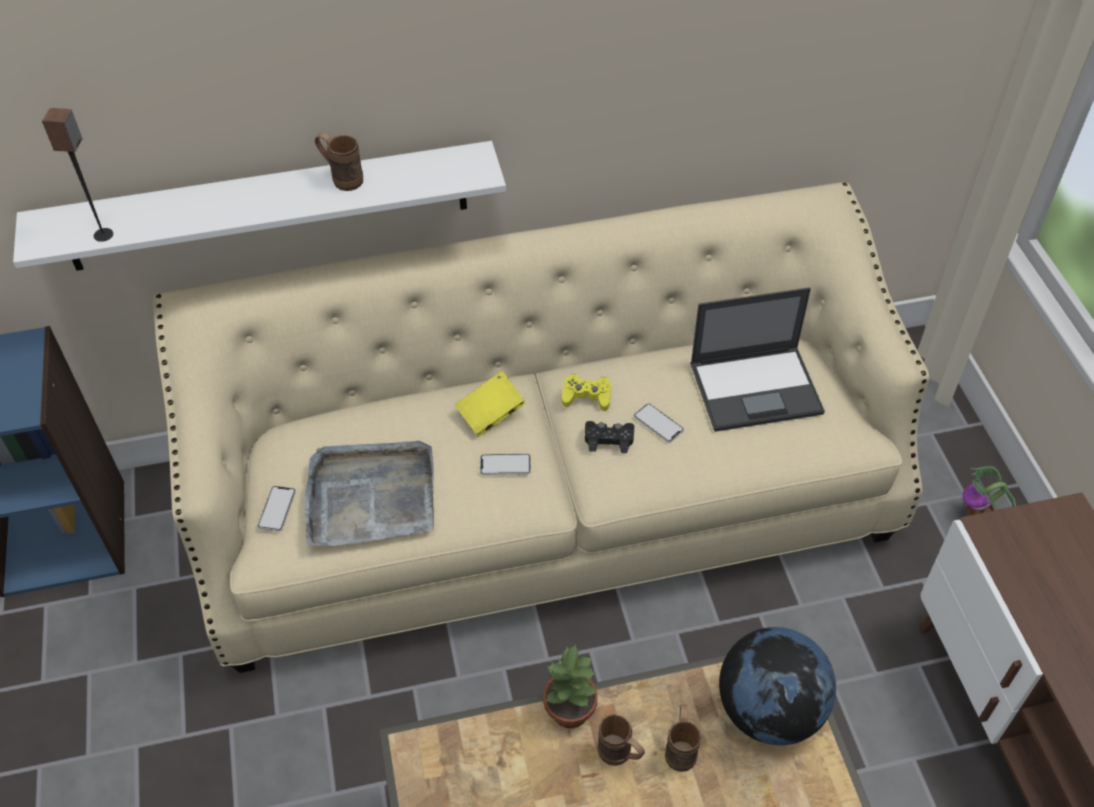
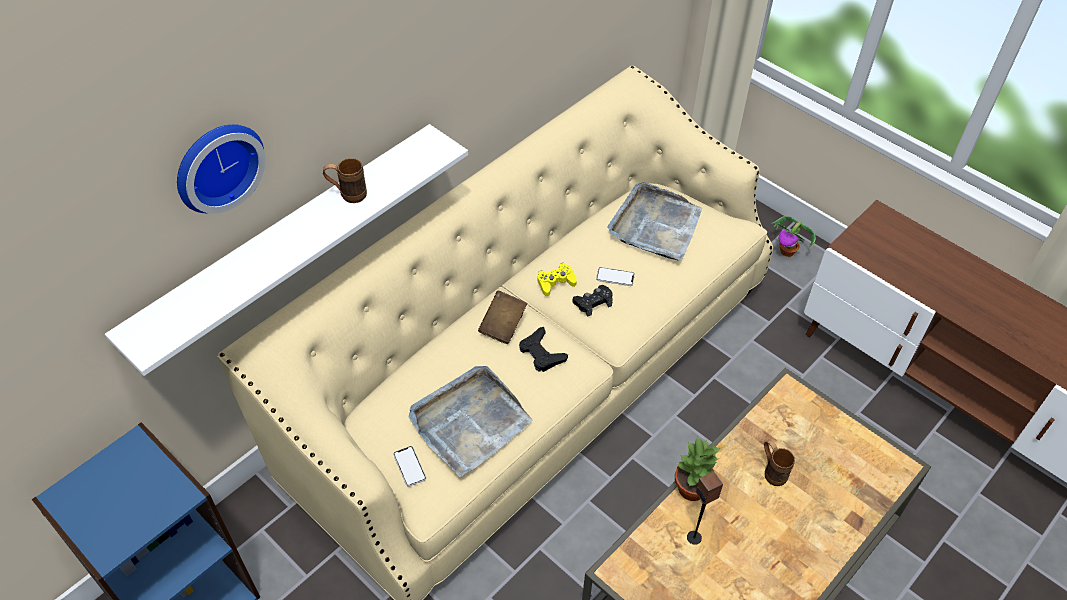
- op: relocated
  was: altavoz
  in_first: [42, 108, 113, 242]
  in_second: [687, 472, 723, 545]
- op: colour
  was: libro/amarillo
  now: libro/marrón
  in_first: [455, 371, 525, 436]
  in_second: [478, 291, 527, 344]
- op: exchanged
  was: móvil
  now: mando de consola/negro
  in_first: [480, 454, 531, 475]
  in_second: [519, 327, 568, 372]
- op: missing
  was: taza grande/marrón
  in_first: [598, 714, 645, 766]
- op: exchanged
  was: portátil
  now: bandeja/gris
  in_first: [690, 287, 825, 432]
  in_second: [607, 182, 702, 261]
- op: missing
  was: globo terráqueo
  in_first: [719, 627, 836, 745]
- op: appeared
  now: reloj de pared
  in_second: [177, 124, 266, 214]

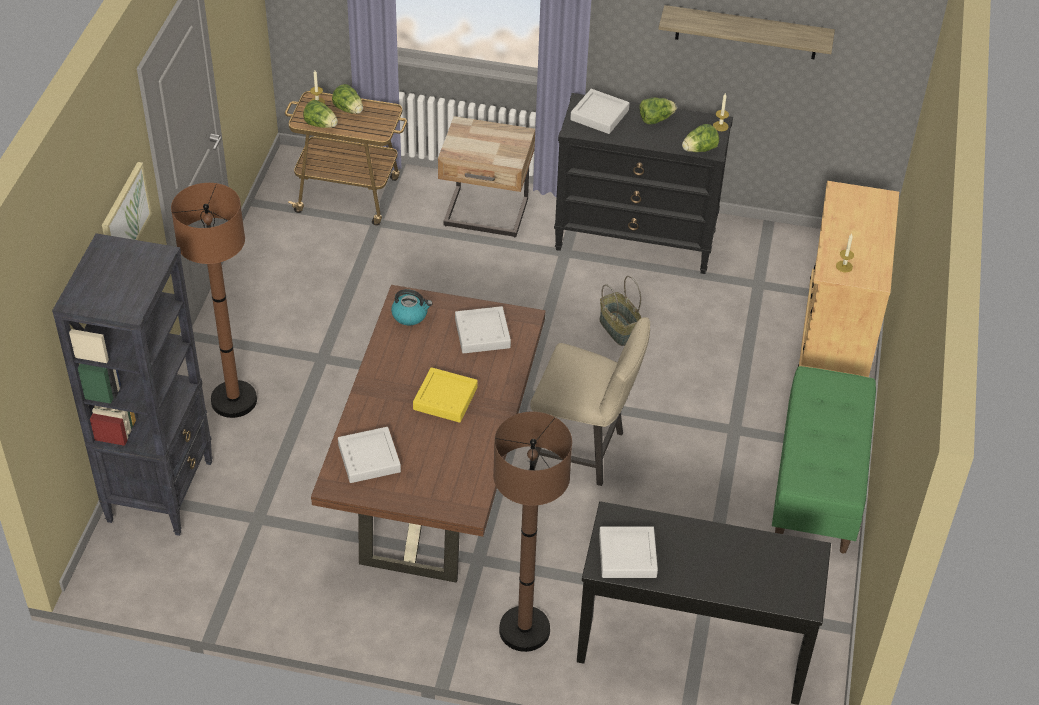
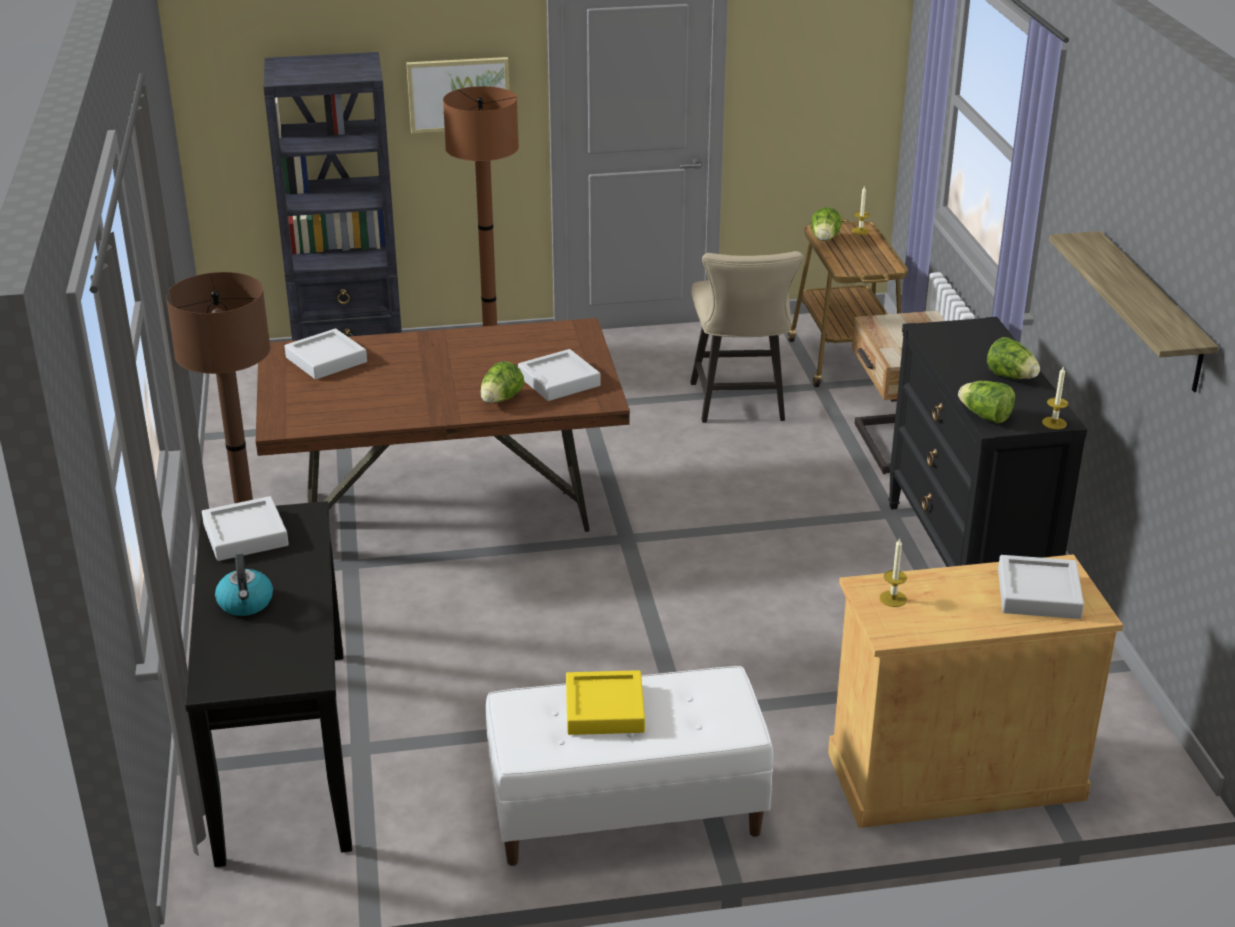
- op: relocated
  was: lechuga
  in_first: [332, 84, 363, 114]
  in_second: [480, 361, 524, 403]
- op: relocated
  was: hervidor
  in_first: [391, 289, 433, 325]
  in_second: [215, 554, 273, 616]
- op: relocated
  was: bandeja/amarillo
  in_first: [413, 367, 478, 423]
  in_second: [566, 670, 645, 735]
- op: relocated
  was: silla/beis
  in_first: [530, 317, 650, 486]
  in_second: [690, 251, 803, 423]
- op: relocated
  was: bandeja/gris
  in_first: [570, 89, 629, 134]
  in_second: [998, 555, 1084, 619]
- op: missing
  was: cesta
  in_first: [600, 276, 641, 346]
- op: colour
  was: banco/verde
  now: banco/blanco
  in_first: [772, 366, 876, 554]
  in_second: [486, 666, 773, 866]

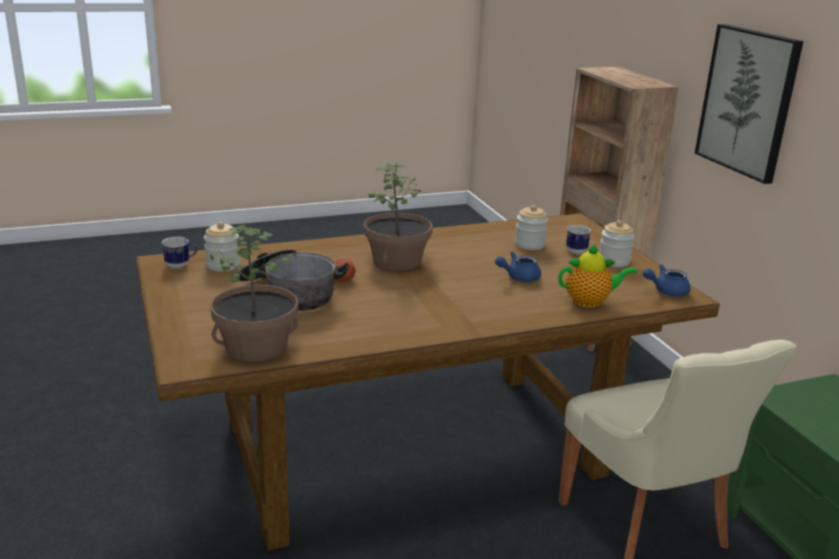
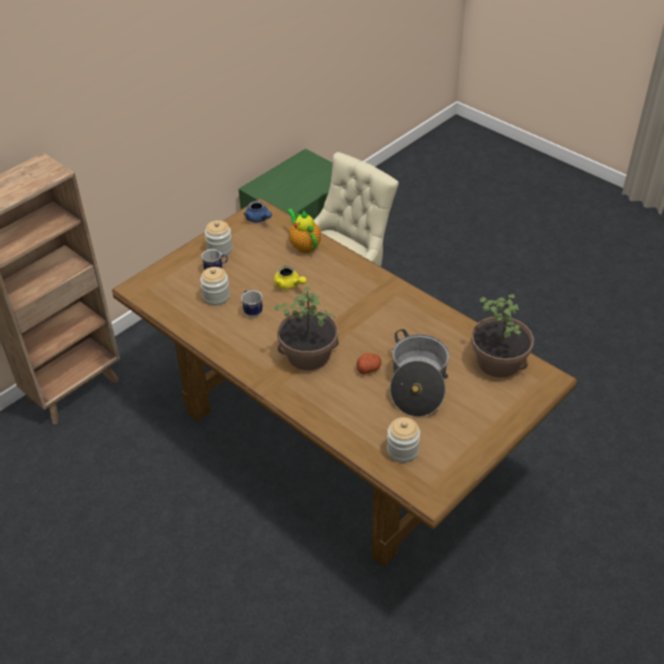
- op: relocated
  was: taza grande
  in_first: [162, 237, 197, 269]
  in_second: [241, 290, 263, 317]
- op: colour
  was: tetera/azul
  now: tetera/amarillo
  in_first: [495, 251, 541, 282]
  in_second: [274, 266, 307, 290]
- op: missing
  was: cuadro
  in_first: [695, 24, 803, 184]

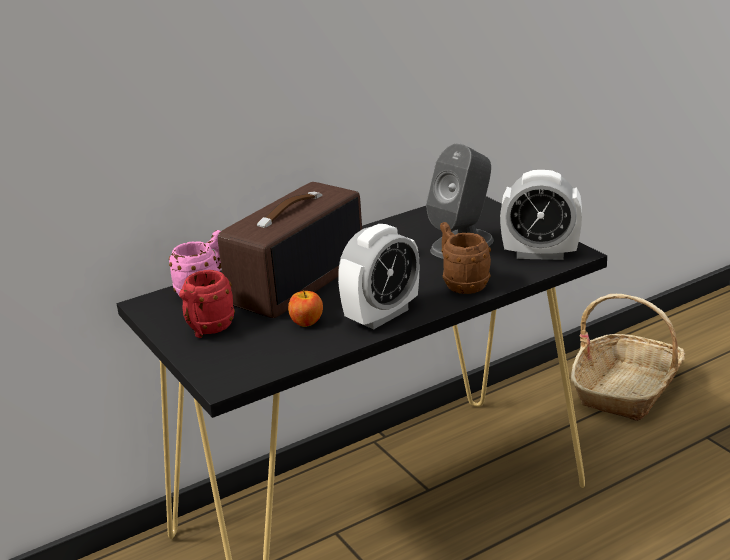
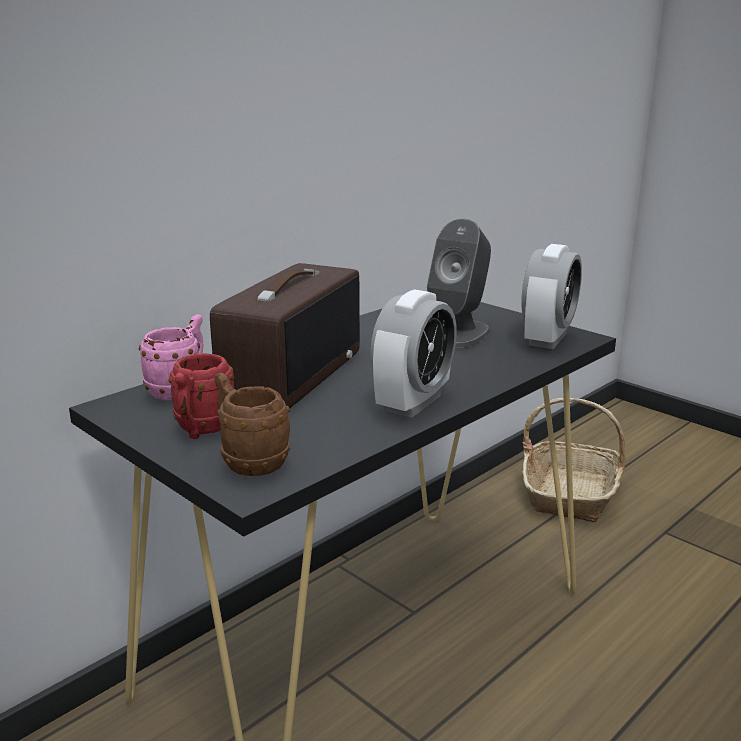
- op: missing
  was: manzana
  in_first: [288, 290, 323, 327]
- op: relocated
  was: taza grande/marrón
  in_first: [440, 222, 491, 294]
  in_second: [214, 373, 290, 476]
- op: spun
  was: despertador
  in_first: [500, 170, 582, 260]
  in_second: [521, 244, 582, 349]
  clockwise: -60

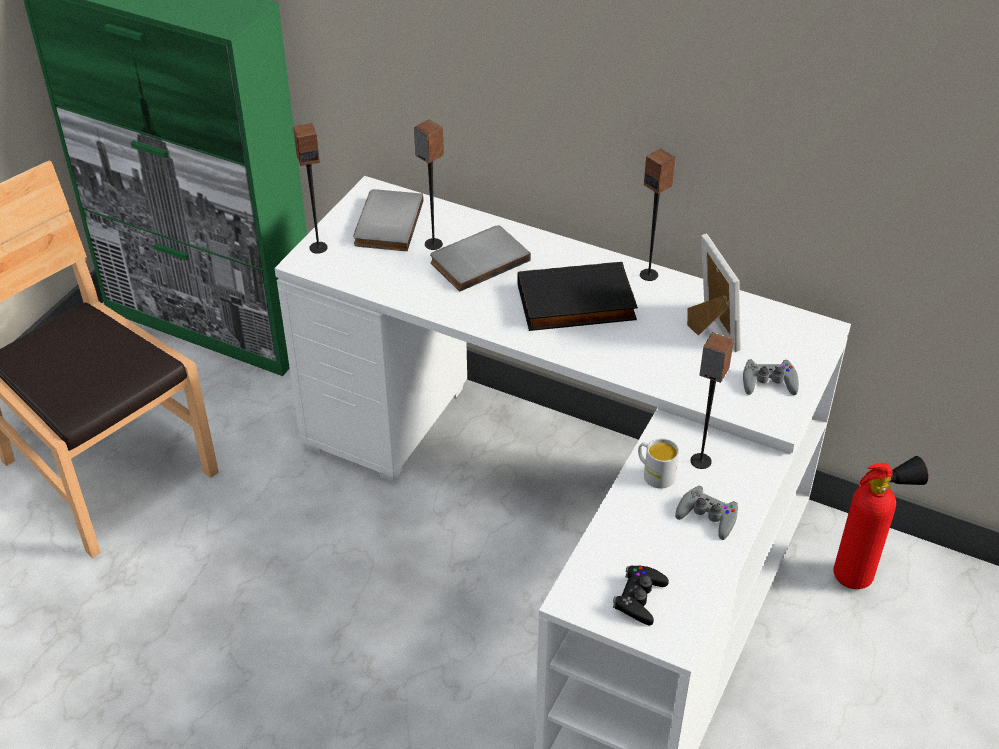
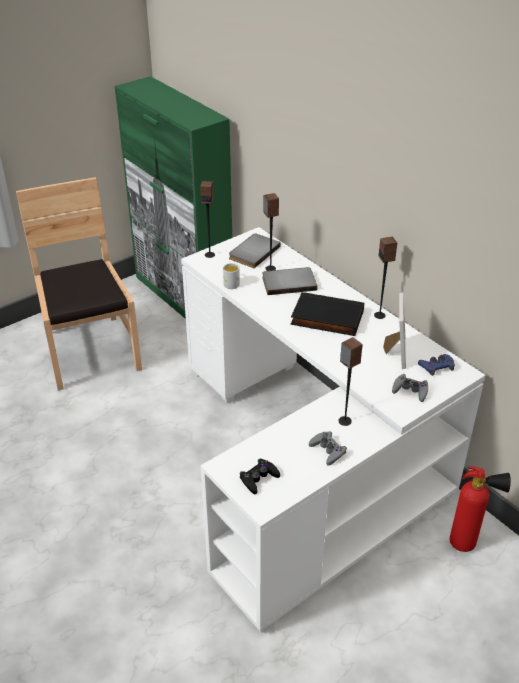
- op: relocated
  was: taza grande/blanco
  in_first: [638, 438, 679, 489]
  in_second: [223, 263, 240, 289]
- op: appeared
  now: mando de consola/azul
  in_second: [418, 354, 455, 376]

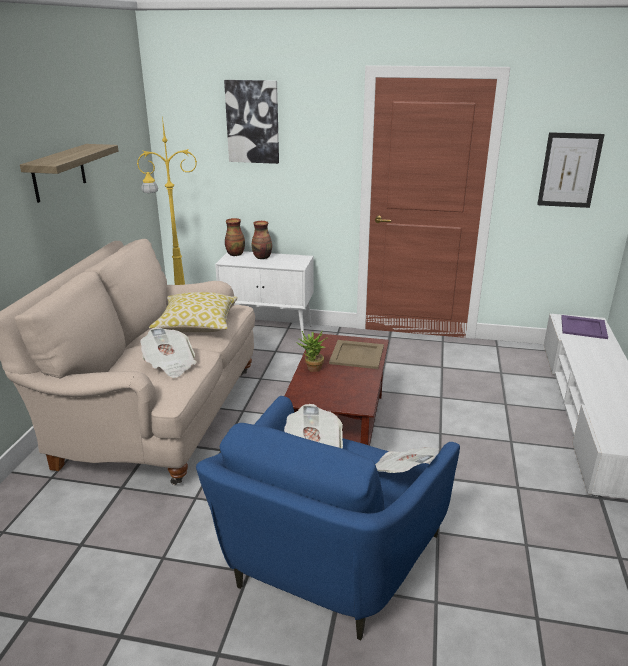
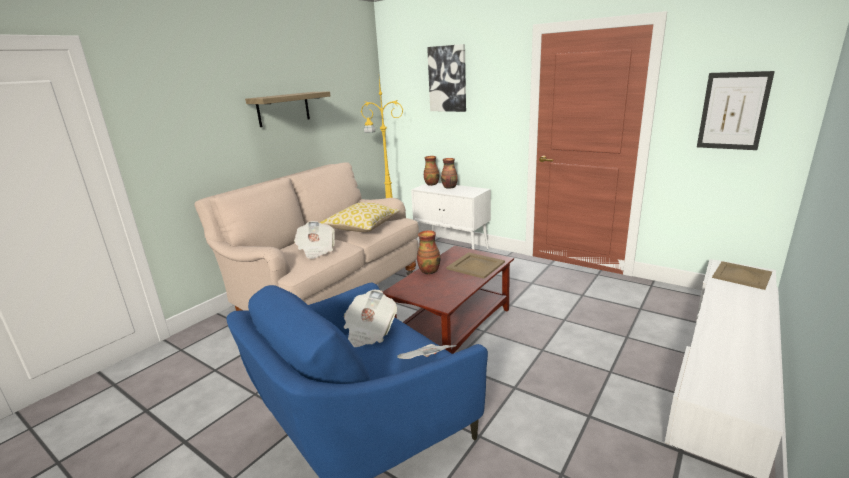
- op: exchanged
  was: planta en maceta
  now: florero
  in_first: [296, 330, 327, 372]
  in_second: [417, 230, 441, 274]
- op: colour
  was: bandeja/morado
  now: bandeja/beis
  in_first: [561, 315, 608, 339]
  in_second: [712, 261, 772, 290]

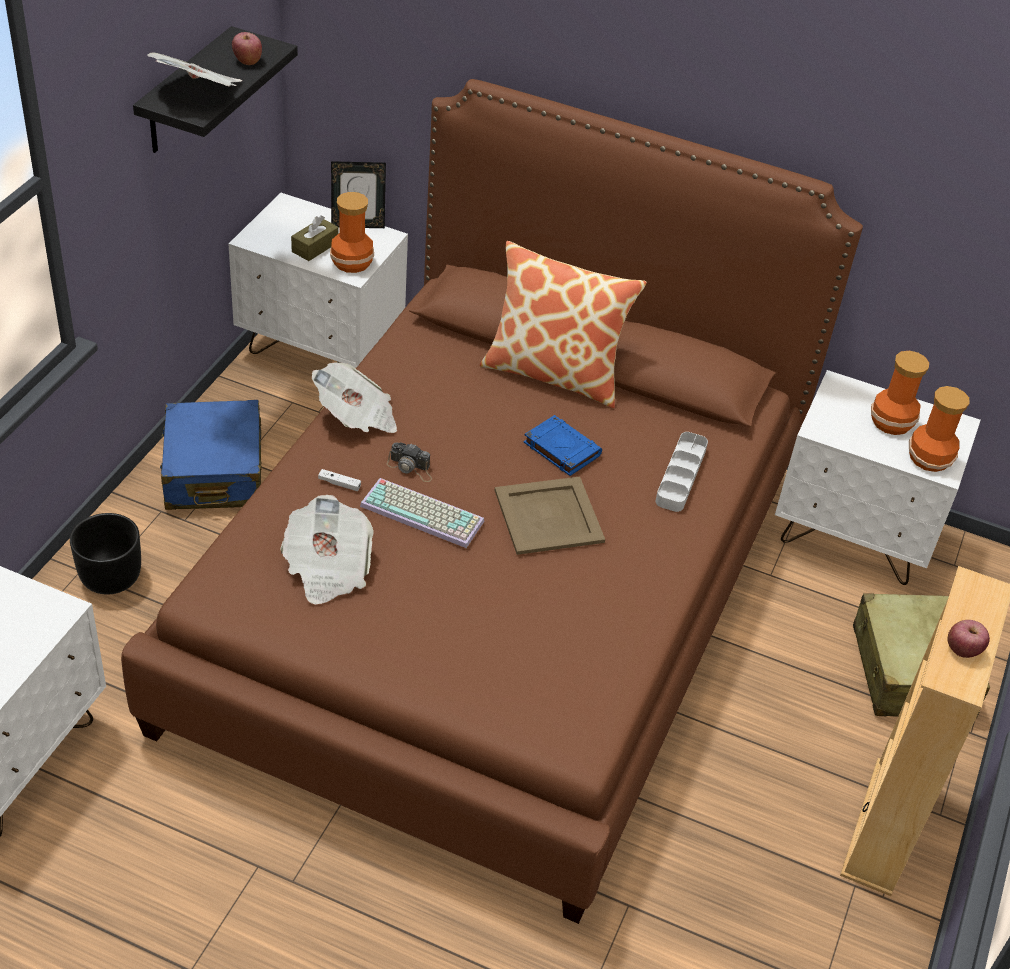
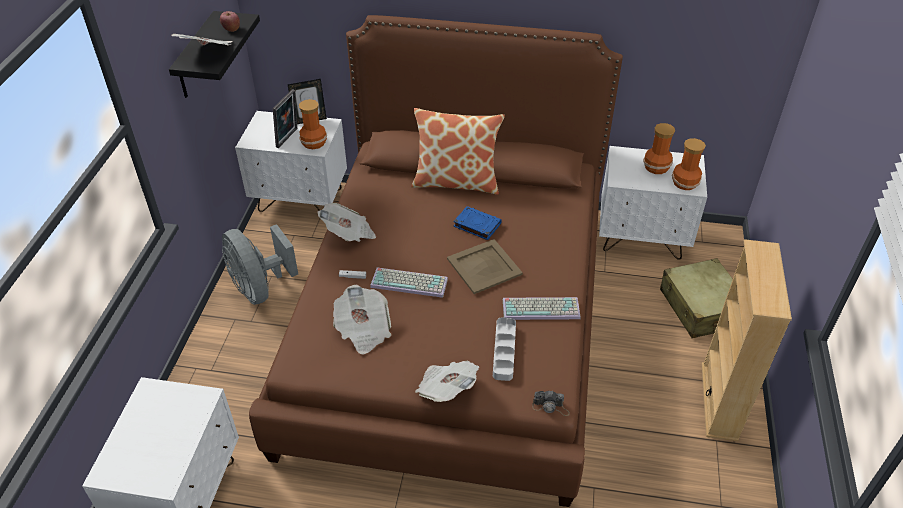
- op: missing
  was: maceta/negro
  in_first: [70, 513, 141, 595]
- op: exchanged
  was: maleta/azul
  now: ventilador/gris
  in_first: [160, 400, 262, 510]
  in_second: [222, 224, 298, 305]
- op: exchanged
  was: caja de pañuelos/marrón
  now: portarretratos
  in_first: [291, 215, 338, 261]
  in_second: [273, 89, 297, 148]
- op: relocated
  was: cámara
  in_first: [387, 442, 432, 482]
  in_second: [532, 391, 570, 416]
- op: relocated
  was: bandeja/gris
  in_first: [656, 432, 708, 512]
  in_second: [493, 317, 516, 381]
- op: missing
  was: manzana
  in_first: [947, 620, 990, 658]
- op: appeared
  now: periódico
  in_second: [415, 361, 479, 402]
- op: appeared
  now: teclado
  in_second: [503, 297, 581, 320]

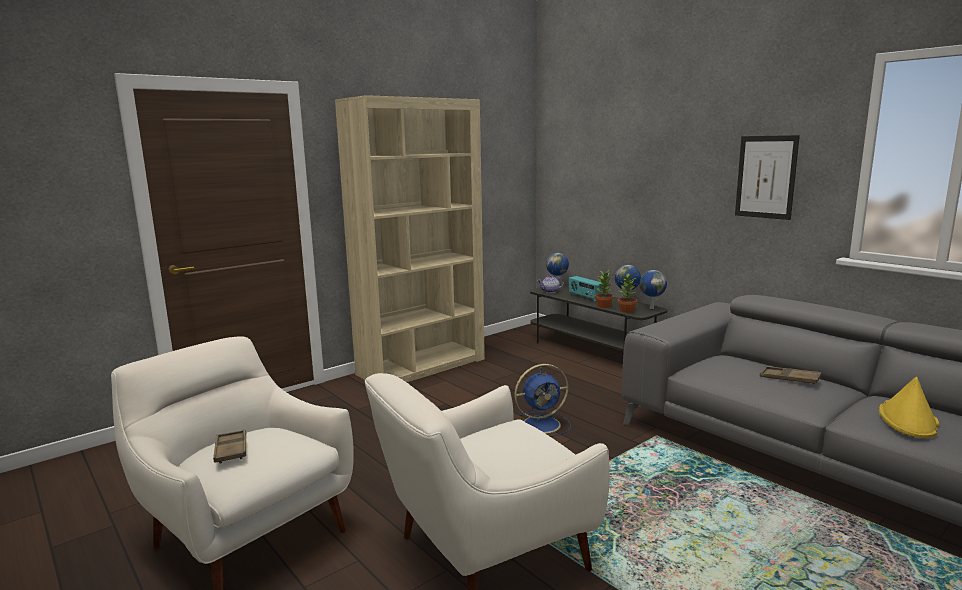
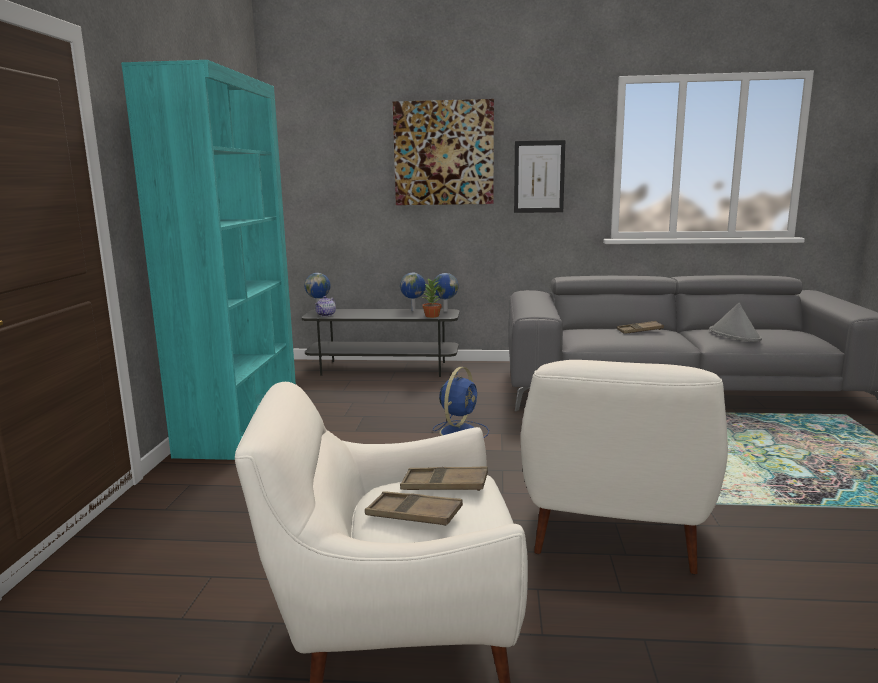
- op: colour
  was: estantería/beis
  now: estantería/turquesa
  in_first: [335, 95, 485, 382]
  in_second: [121, 60, 296, 460]
- op: missing
  was: radio
  in_first: [569, 276, 603, 302]
- op: missing
  was: planta en maceta
  in_first: [595, 269, 614, 308]
- op: colour
  was: sombrero/amarillo
  now: sombrero/gris
  in_first: [879, 377, 939, 438]
  in_second: [709, 303, 762, 342]
- op: appeared
  now: cuadro
  in_second: [393, 99, 494, 205]
- op: appeared
  now: bandeja/marrón
  in_second: [400, 467, 488, 491]

